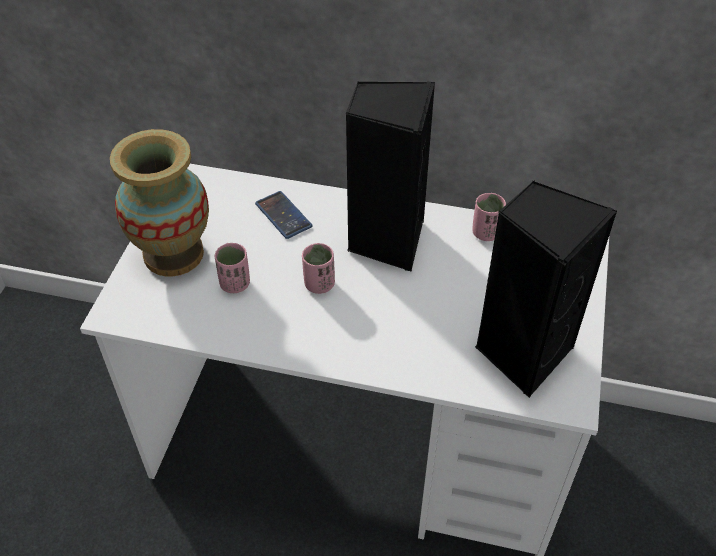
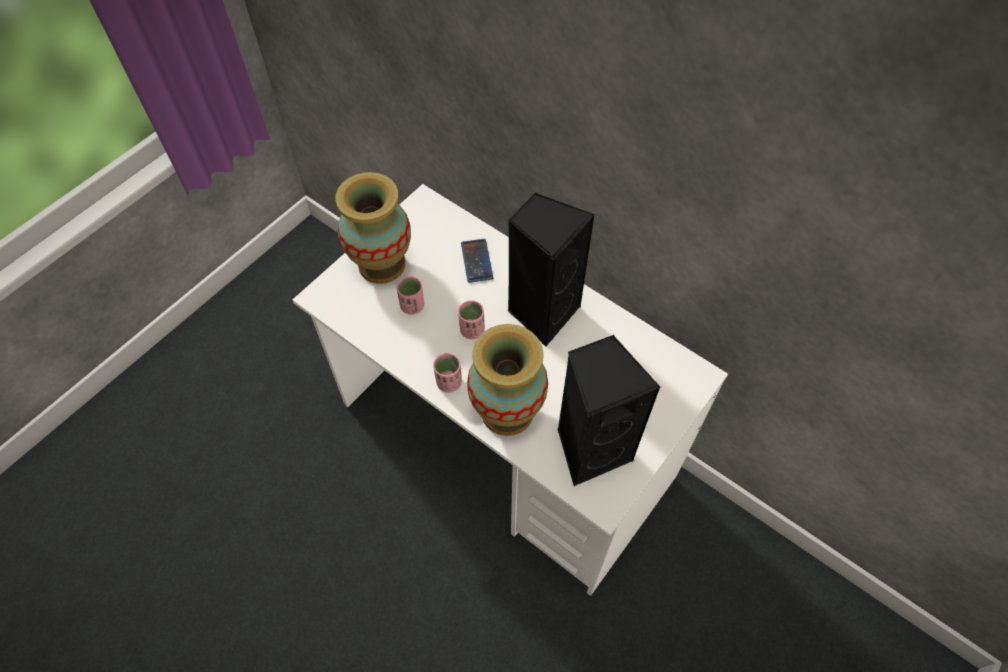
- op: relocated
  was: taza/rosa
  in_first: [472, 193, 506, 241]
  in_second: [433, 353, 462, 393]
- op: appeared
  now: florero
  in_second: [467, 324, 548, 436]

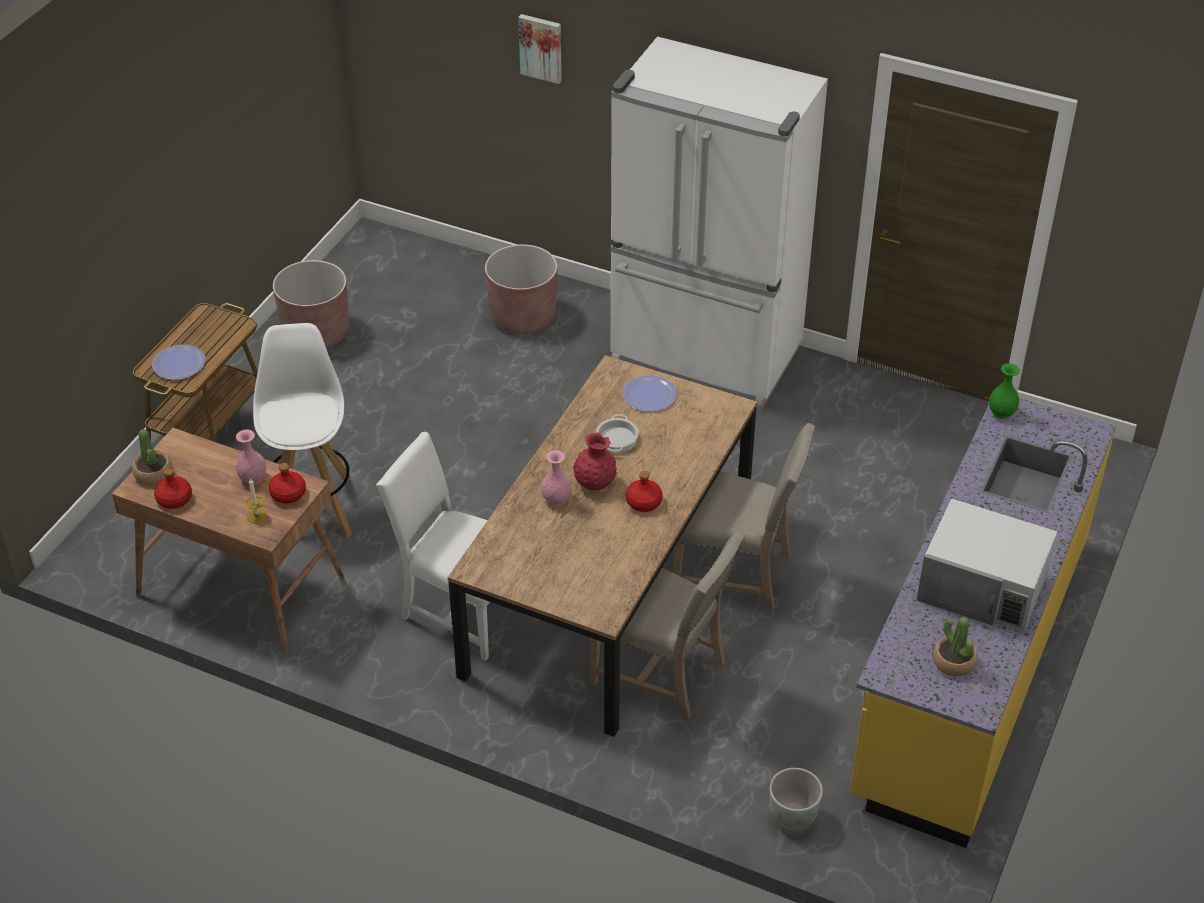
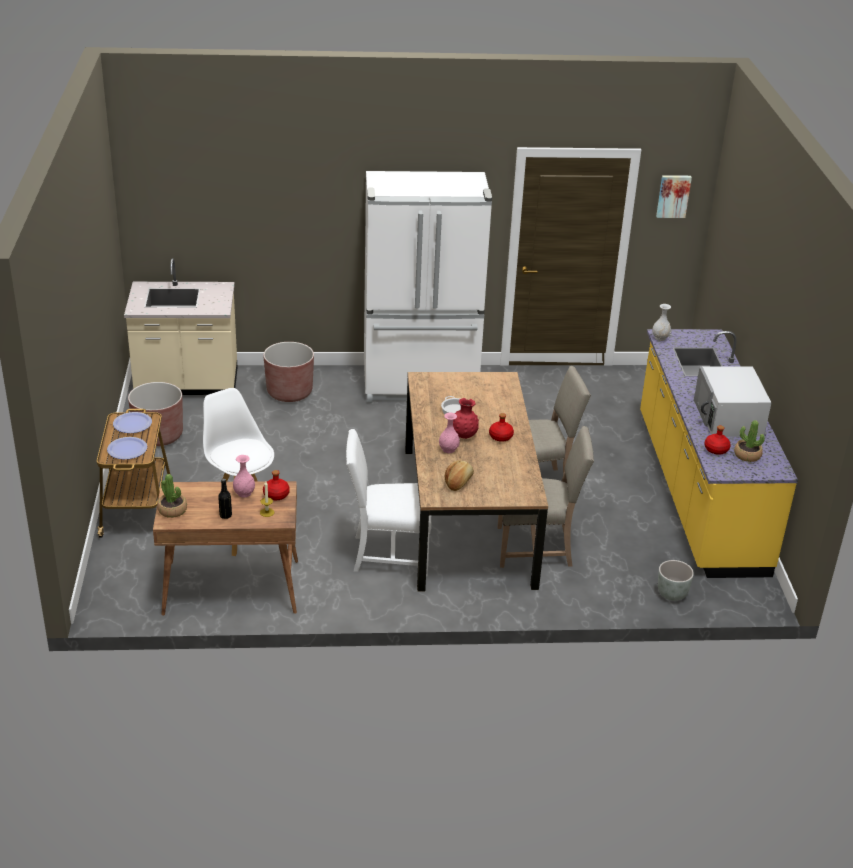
- op: relocated
  was: botella/rojo
  in_first: [154, 468, 192, 509]
  in_second: [704, 425, 731, 454]
- op: relocated
  was: cuadro
  in_first: [518, 14, 562, 84]
  in_second: [656, 175, 692, 218]
- op: relocated
  was: plato
  in_first: [623, 375, 677, 412]
  in_second: [113, 412, 152, 433]
- op: spun
  was: microondas/blanco
  in_first: [917, 498, 1058, 633]
  in_second: [694, 366, 772, 437]
  clockwise: 90
- op: colour
  was: florero/verde
  now: florero/blanco
  in_first: [989, 363, 1020, 419]
  in_second: [652, 304, 671, 341]
- op: appeared
  now: mueble bajo de cocina/beis
  in_second: [124, 258, 237, 395]
- op: appeared
  now: botella/negro
  in_second: [218, 479, 232, 519]
- op: appeared
  now: pan
  in_second: [445, 460, 474, 491]

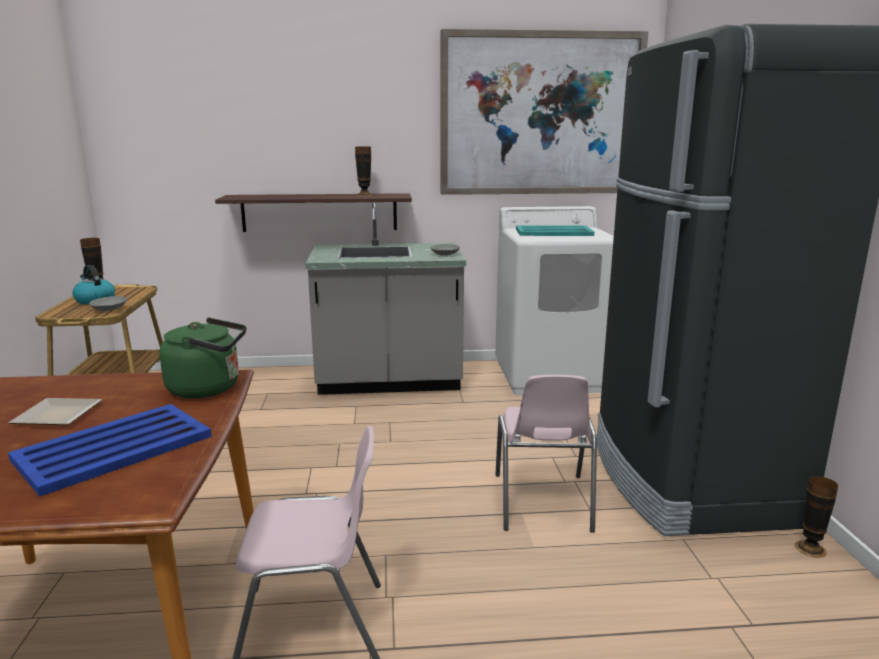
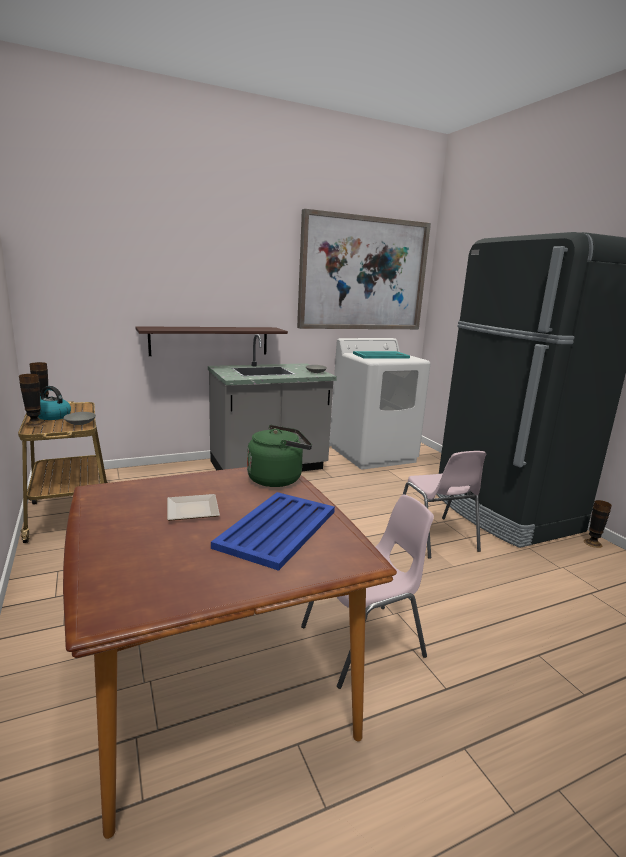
- op: relocated
  was: florero
  in_first: [355, 147, 374, 196]
  in_second: [19, 374, 45, 427]

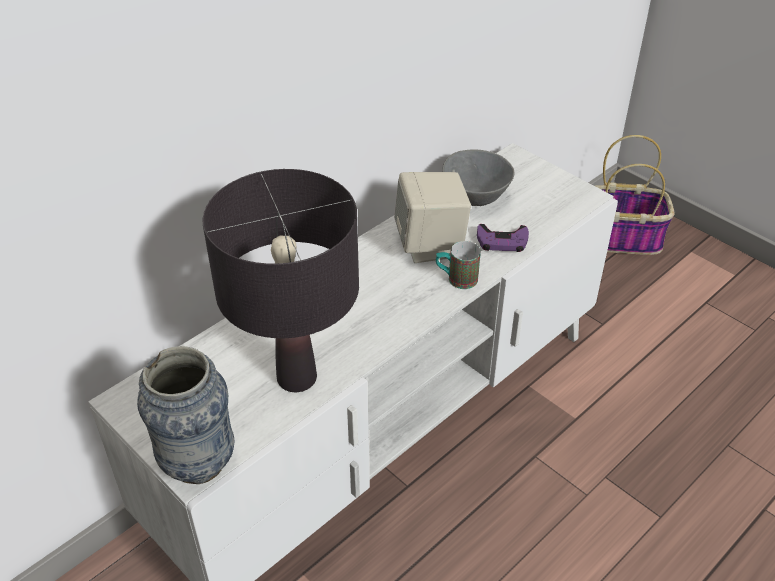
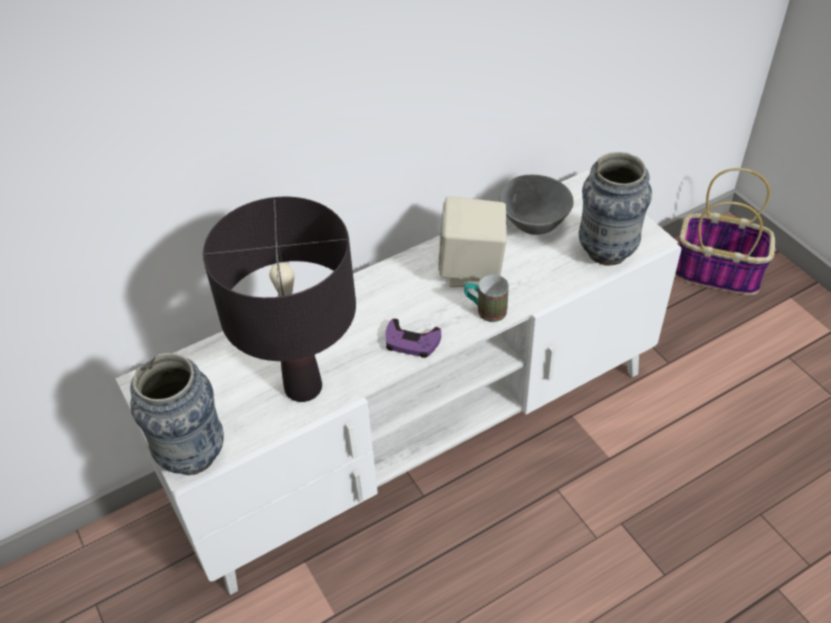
- op: relocated
  was: mando de consola/morado
  in_first: [477, 224, 529, 252]
  in_second: [386, 318, 441, 358]
- op: appeared
  now: florero
  in_second: [579, 152, 652, 266]

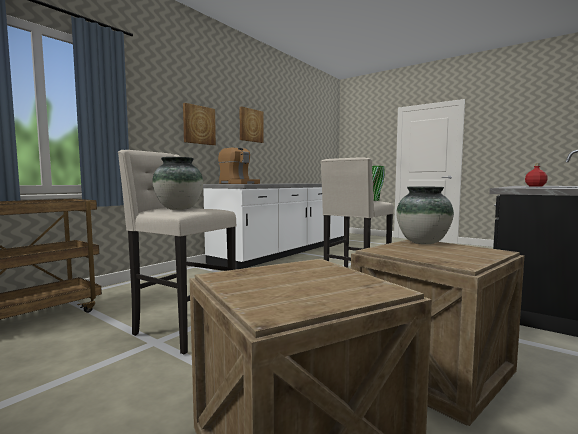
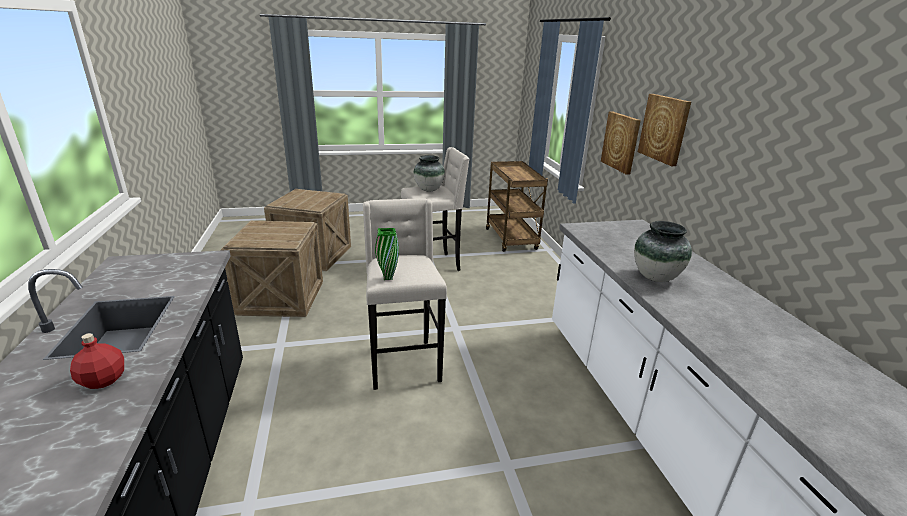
- op: missing
  was: cafetera
  in_first: [218, 148, 260, 184]
- op: relocated
  was: cuadro
  in_first: [239, 106, 264, 143]
  in_second: [601, 111, 641, 175]
- op: relocated
  was: florero
  in_first: [396, 187, 454, 244]
  in_second: [634, 221, 692, 282]

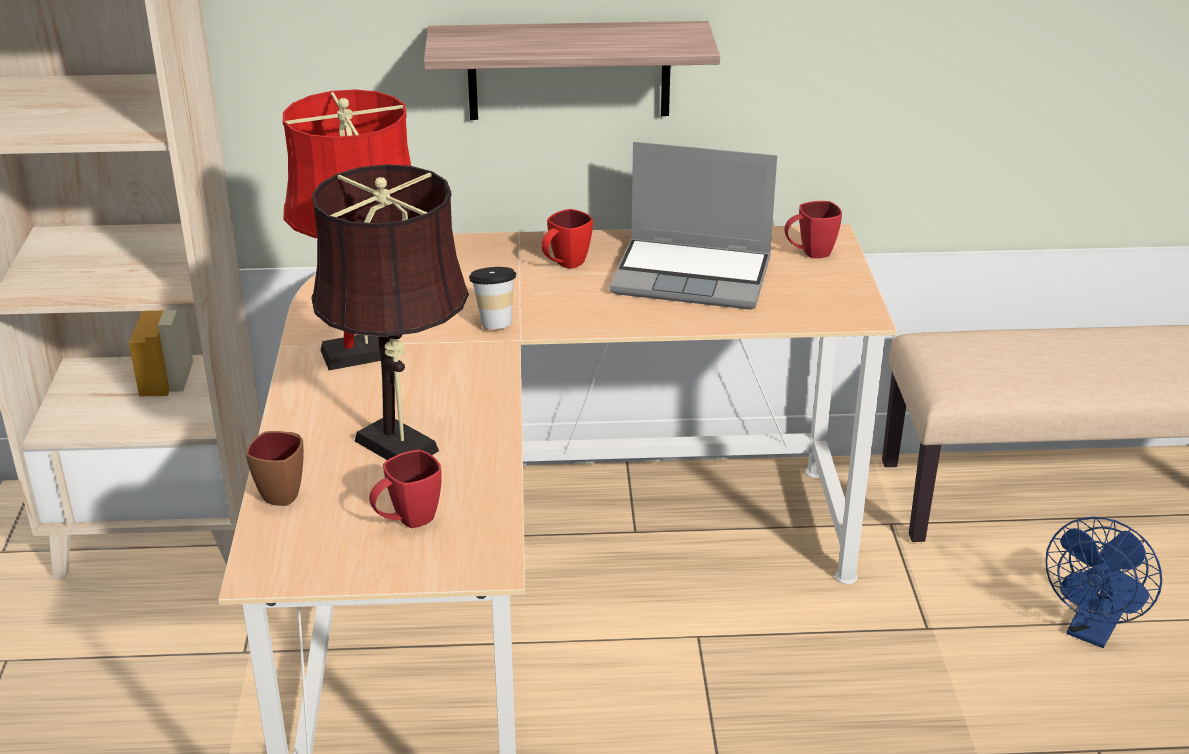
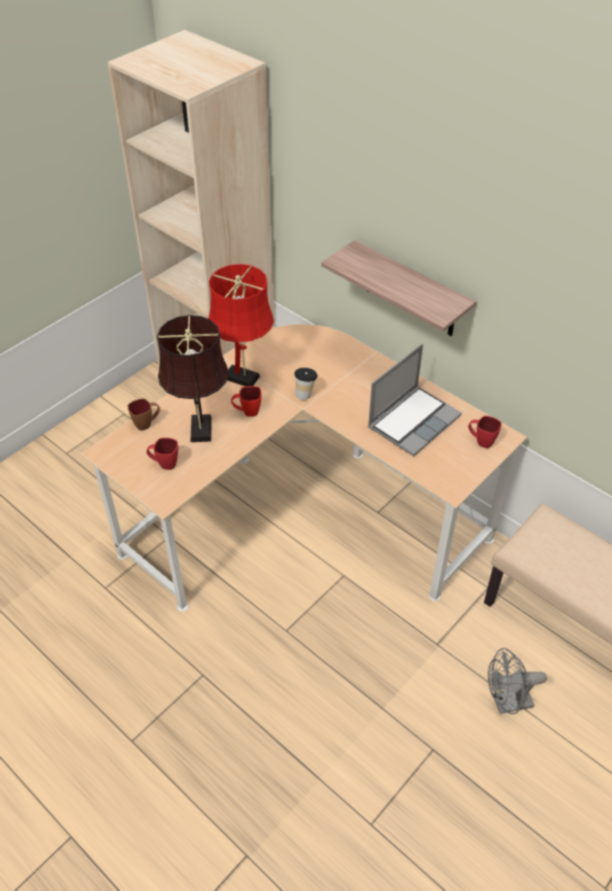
- op: relocated
  was: taza grande/rojo
  in_first: [541, 209, 593, 269]
  in_second: [231, 386, 261, 417]
- op: spun
  was: portátil
  in_first: [609, 142, 777, 310]
  in_second: [368, 344, 462, 456]
  clockwise: -105
- op: colour
  was: ventilador/azul
  now: ventilador/gris
  in_first: [1045, 517, 1162, 648]
  in_second: [488, 648, 547, 714]

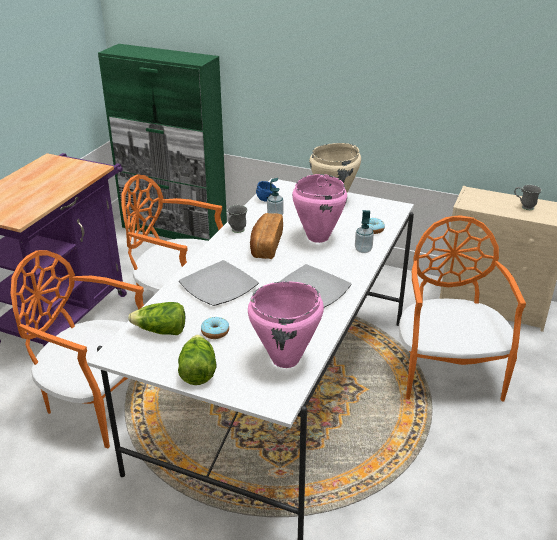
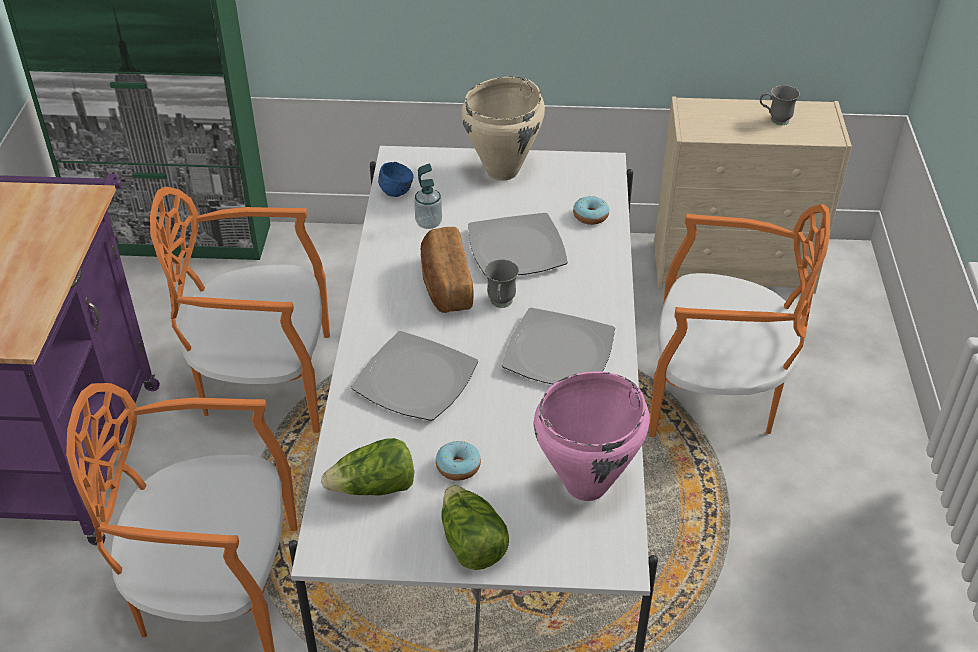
- op: relocated
  was: taza grande/gris
  in_first: [228, 205, 248, 233]
  in_second: [484, 259, 519, 308]
- op: exchanged
  was: olla/rosa
  now: plato
  in_first: [292, 174, 347, 243]
  in_second: [468, 213, 568, 275]
- op: missing
  was: dispensador de jabón
  in_first: [355, 210, 374, 253]
- op: spun
  was: silla/naranja
  in_first: [399, 215, 526, 401]
  in_second: [649, 204, 830, 437]
  clockwise: 120

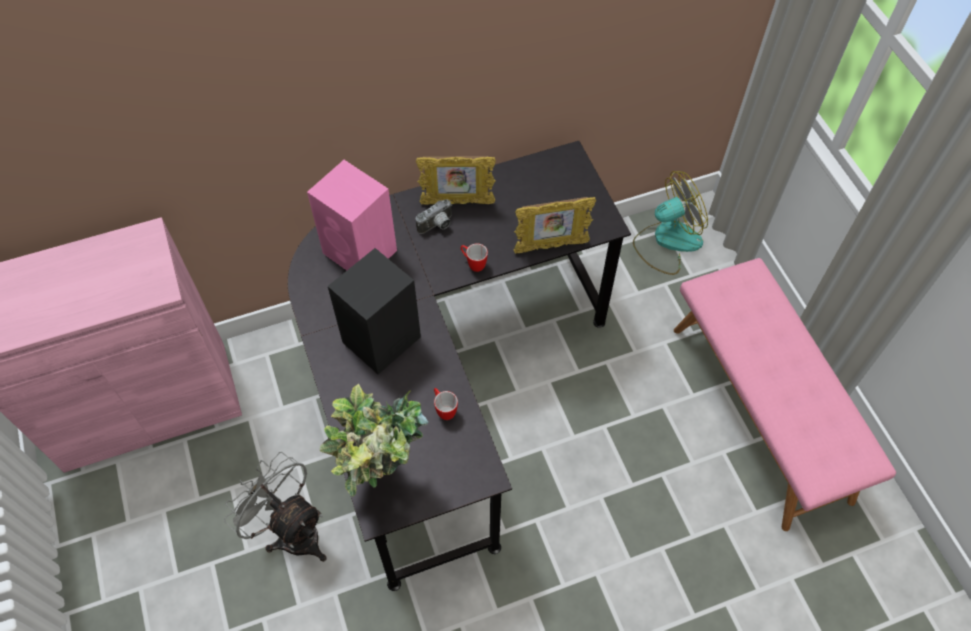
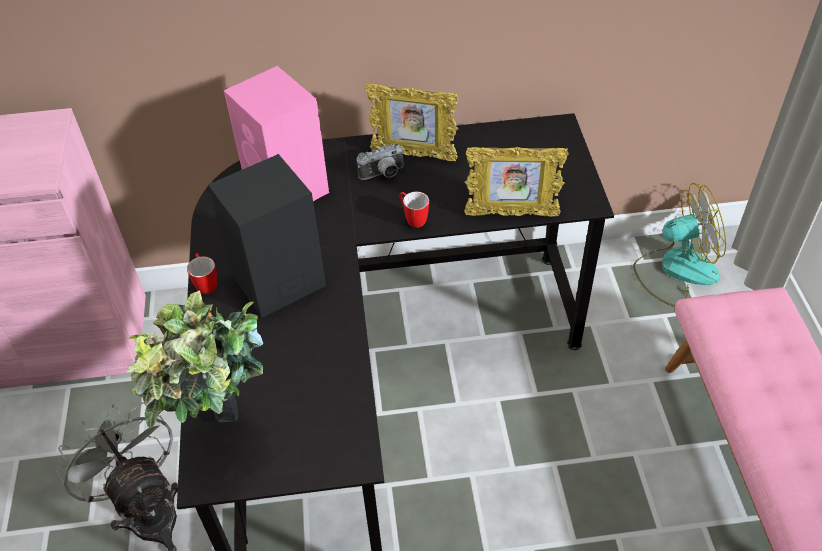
- op: relocated
  was: taza grande
  in_first: [434, 388, 458, 420]
  in_second: [187, 253, 217, 294]

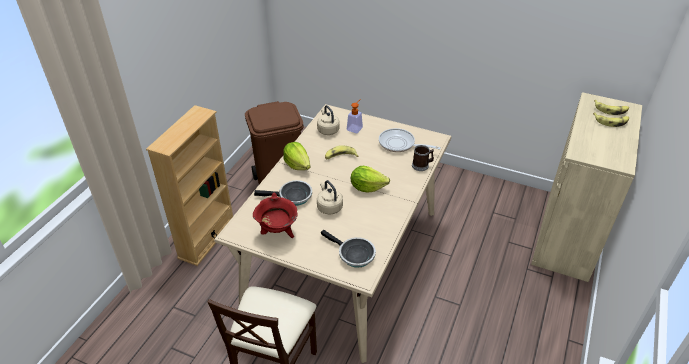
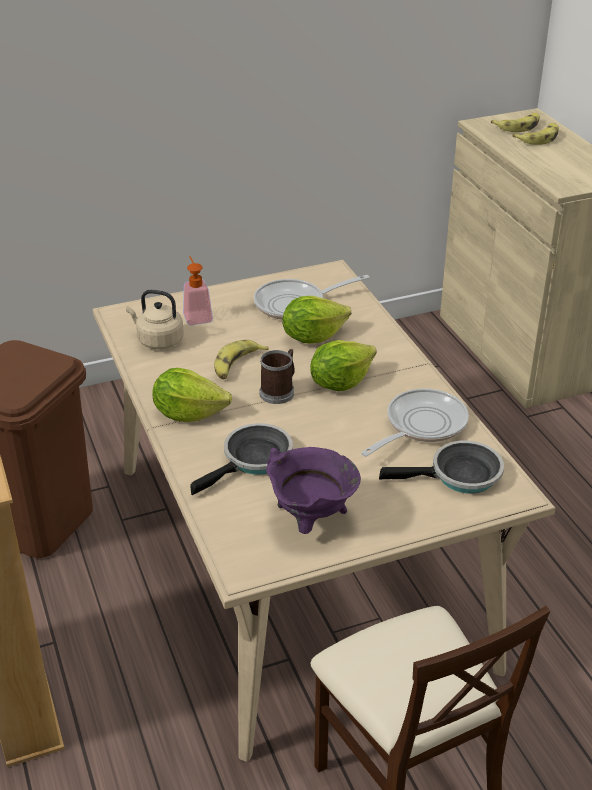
- op: colour
  was: olla/rojo
  now: olla/morado
  in_first: [253, 192, 298, 238]
  in_second: [266, 447, 361, 534]
- op: missing
  was: hervidor/beis
  in_first: [317, 180, 343, 214]
- op: relocated
  was: taza grande
  in_first: [412, 145, 434, 171]
  in_second: [259, 349, 295, 404]
- op: appeared
  now: lechuga
  in_second: [282, 296, 351, 344]
- op: appeared
  now: sartén
  in_second: [361, 389, 469, 457]

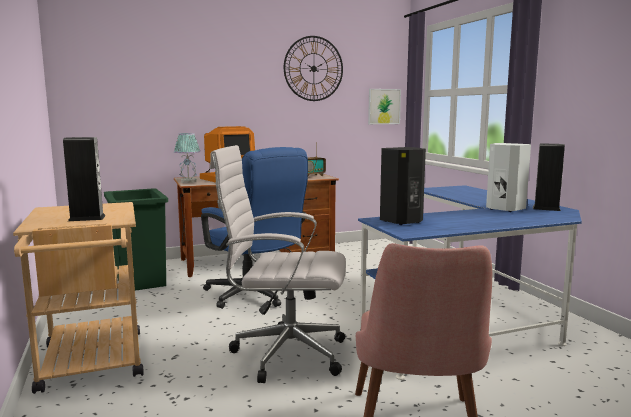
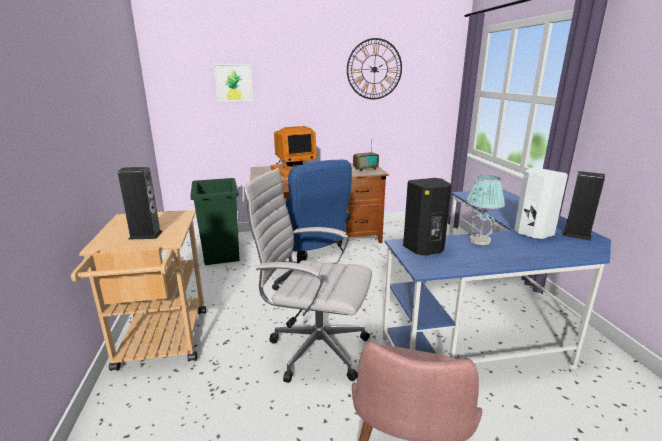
- op: relocated
  was: lámpara de mesa
  in_first: [174, 133, 201, 183]
  in_second: [466, 175, 505, 245]
- op: relocated
  was: cuadro
  in_first: [368, 89, 401, 124]
  in_second: [214, 64, 253, 101]

